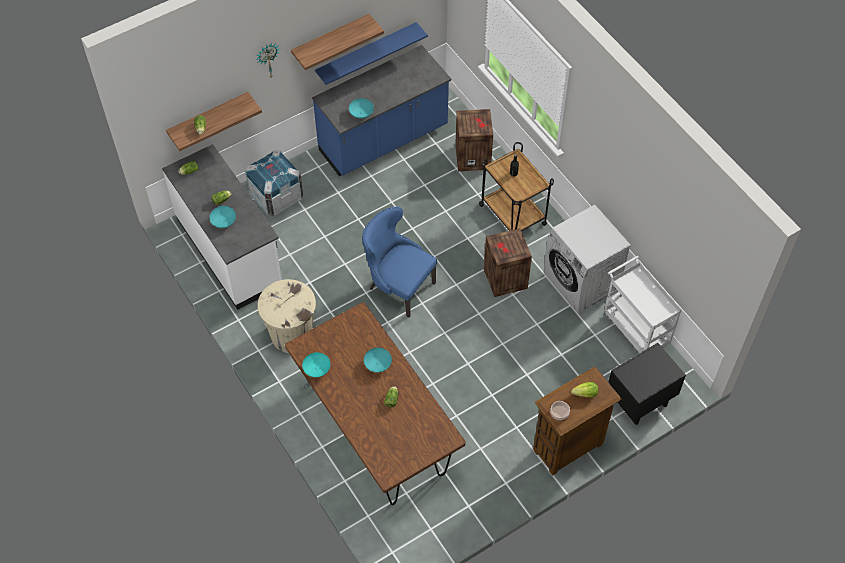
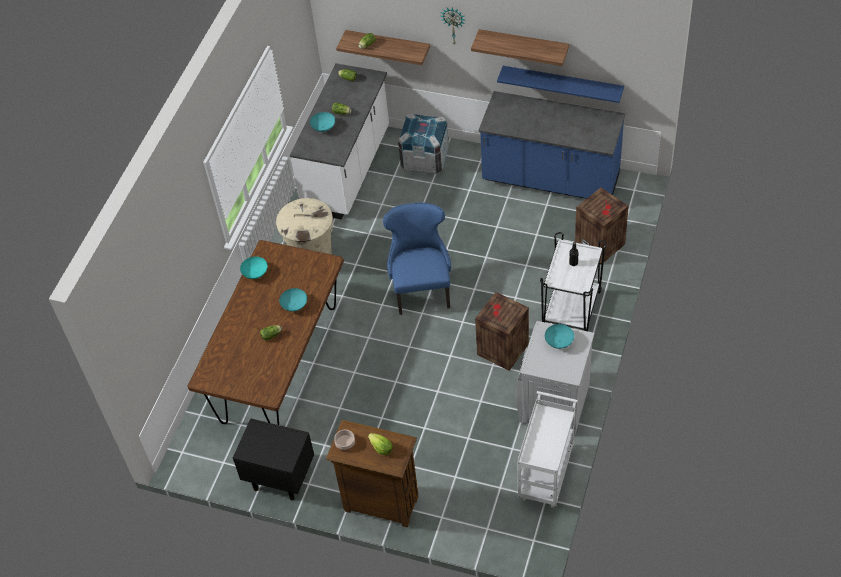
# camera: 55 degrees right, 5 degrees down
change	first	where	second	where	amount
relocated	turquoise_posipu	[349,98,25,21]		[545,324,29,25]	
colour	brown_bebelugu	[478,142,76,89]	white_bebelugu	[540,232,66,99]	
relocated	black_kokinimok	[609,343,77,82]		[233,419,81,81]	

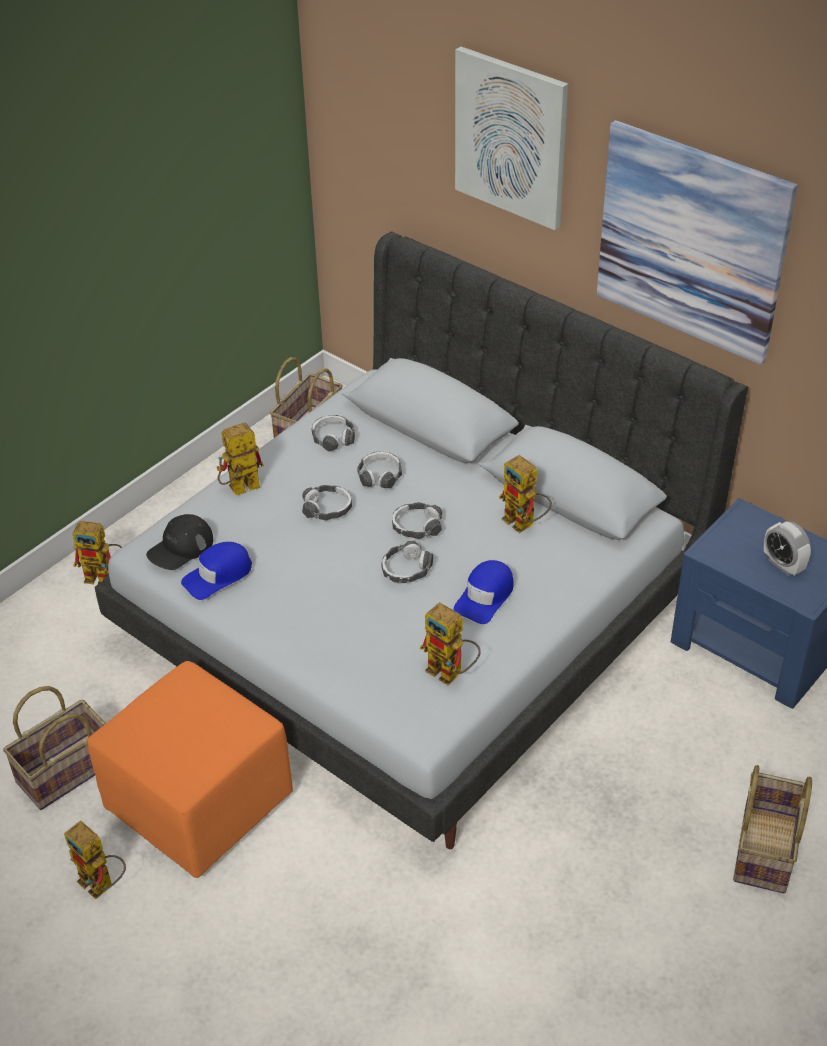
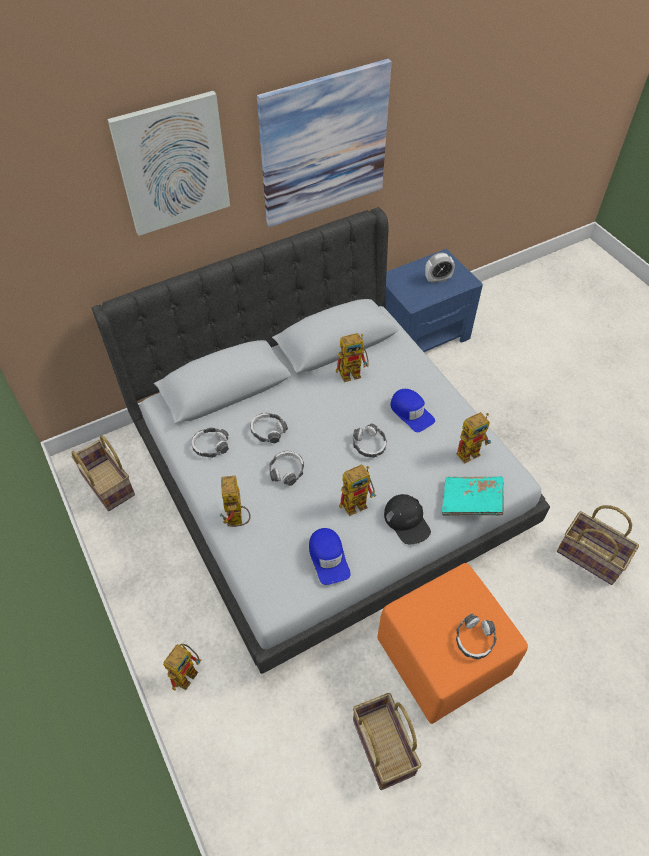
# camera: 70 degrees left, 10 degrees up
change	first	where	second	where	amount
relocated	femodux	[64,821,62,78]		[339,464,37,52]	
relocated	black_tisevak	[146,514,67,56]		[384,494,47,50]	
relocated	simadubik	[392,502,50,37]		[456,613,40,46]	
relocated	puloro	[733,765,79,128]		[557,505,82,80]	
appeared			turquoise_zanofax	[442,476,62,40]	

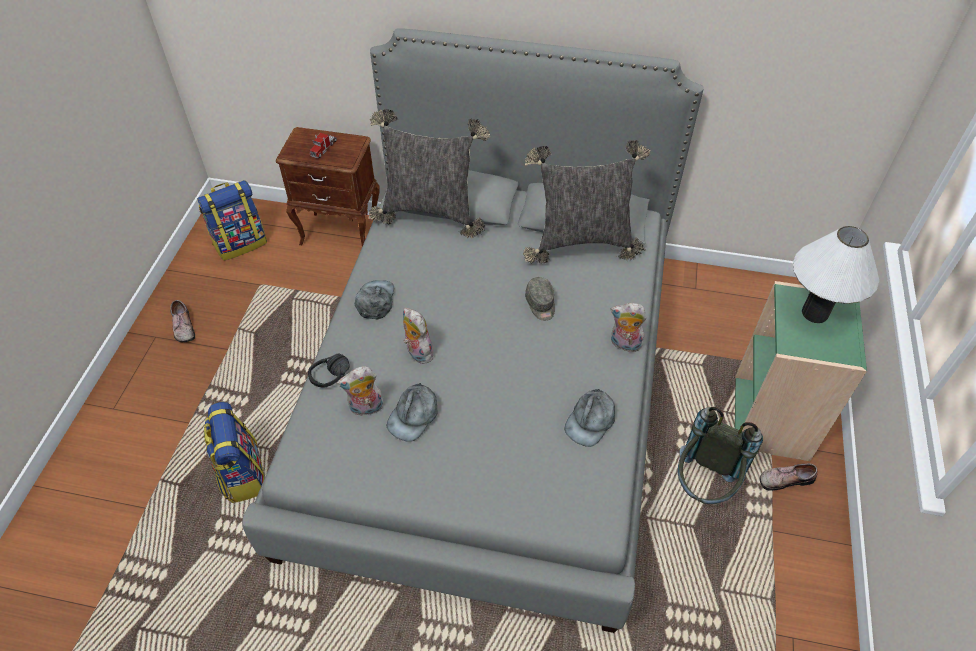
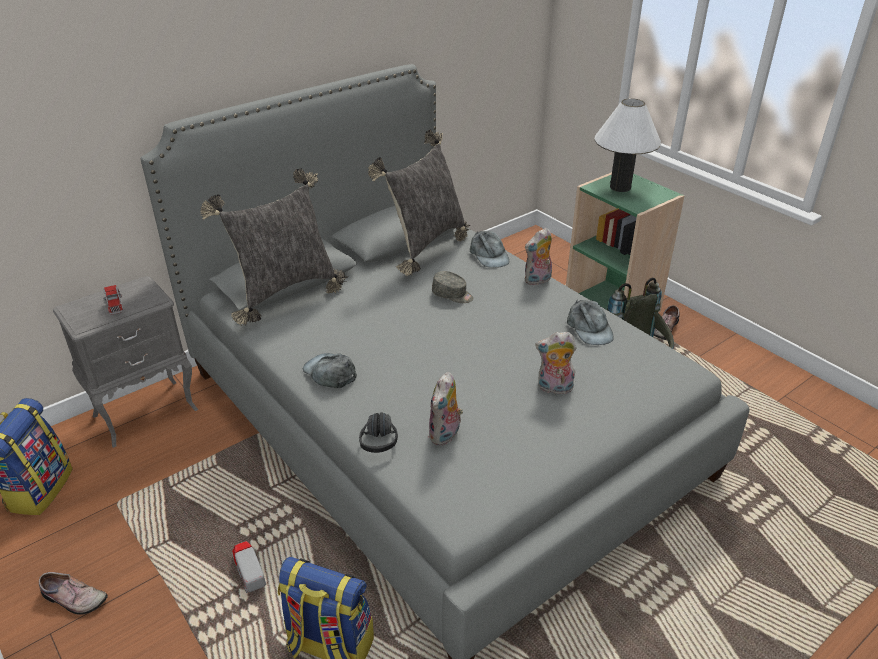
# camera: 50 degrees left, 15 degrees down
change	first	where	second	where	amount
colour	brown_kokinimok	[276,127,104,119]	grey_kokinimok	[53,276,145,172]	
relocated	grey_tisevak	[387,383,50,59]		[470,231,39,37]	
relocated	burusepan	[403,308,31,56]		[535,332,42,62]	
appeared			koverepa	[232,541,34,52]	

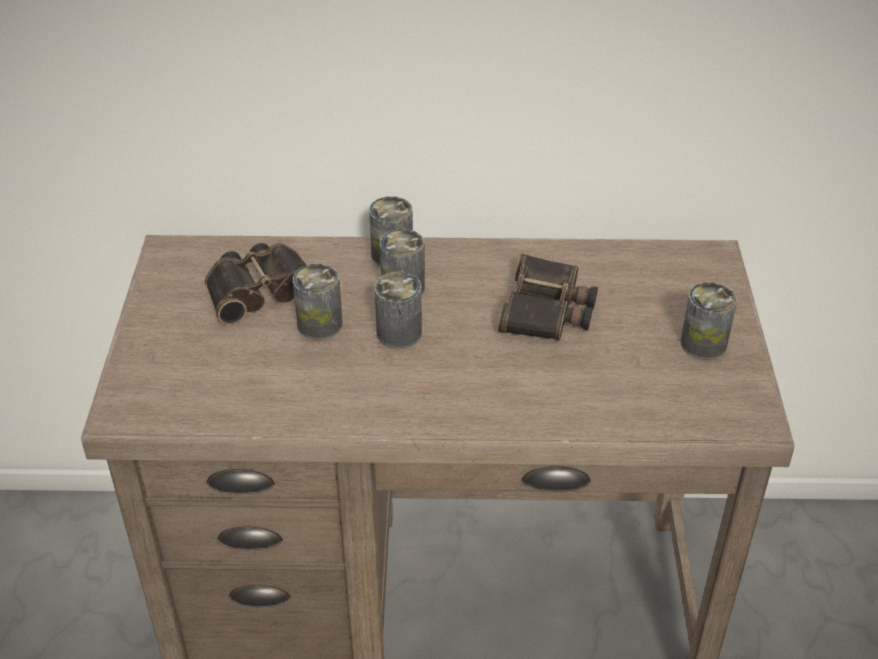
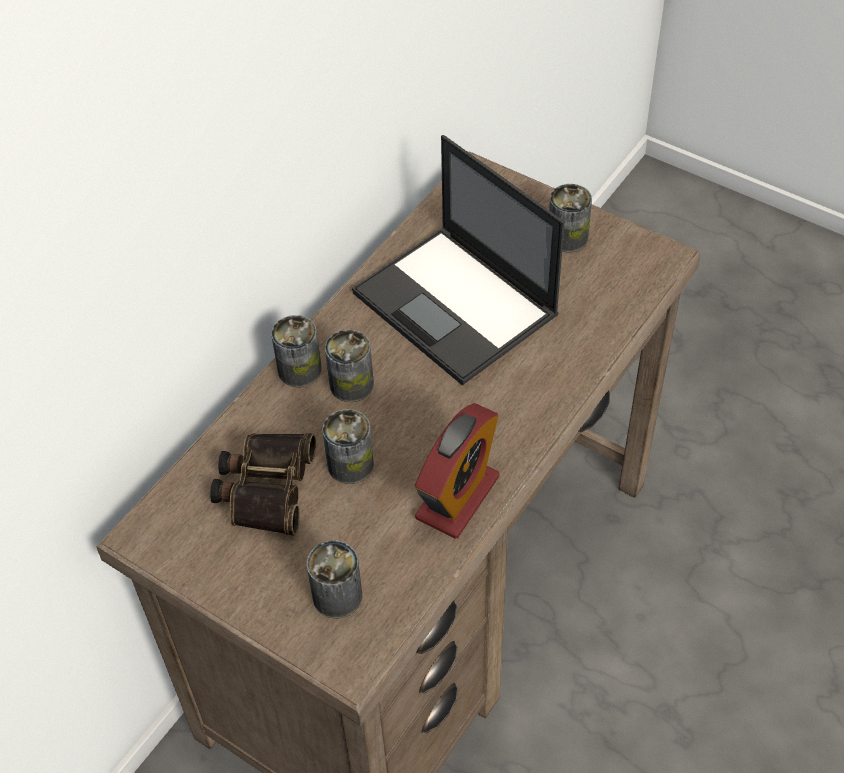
# camera: 55 degrees left, 10 degrees up
change	first	where	second	where	amount
relocated	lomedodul	[374,272,48,76]		[307,540,55,78]	
exchanged	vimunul	[498,253,100,88]	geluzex	[352,135,213,250]	
appeared			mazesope	[415,403,84,136]	

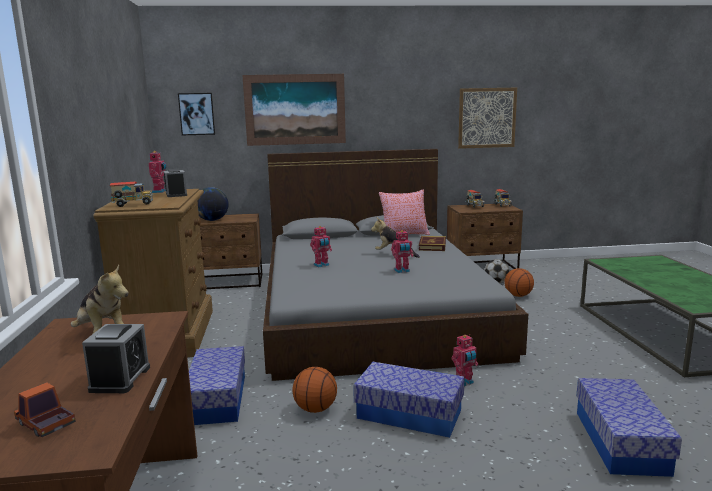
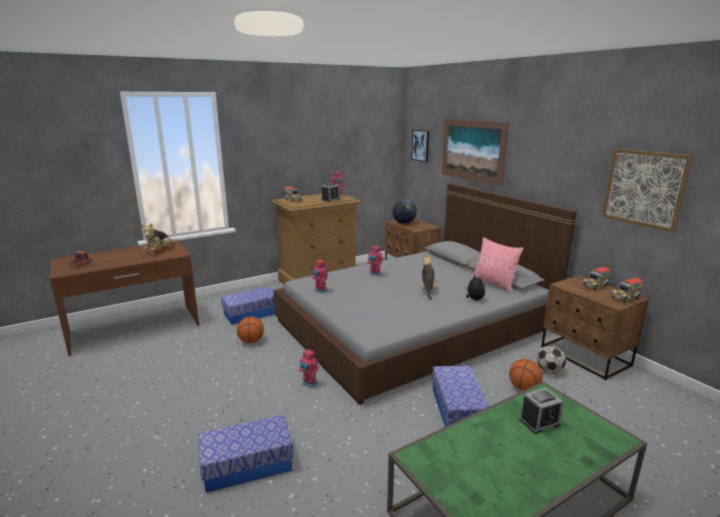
# camera: 65 degrees right, 5 degrees up
change	first	where	second	where	amount
relocated	mazesope	[82,324,68,69]		[519,388,44,46]	
relocated	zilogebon	[353,362,112,76]		[432,365,57,62]	
relocated	femodux	[391,230,22,43]		[312,259,16,34]	
exchanged	zanofax	[419,236,27,15]	burusepan	[466,274,19,26]	

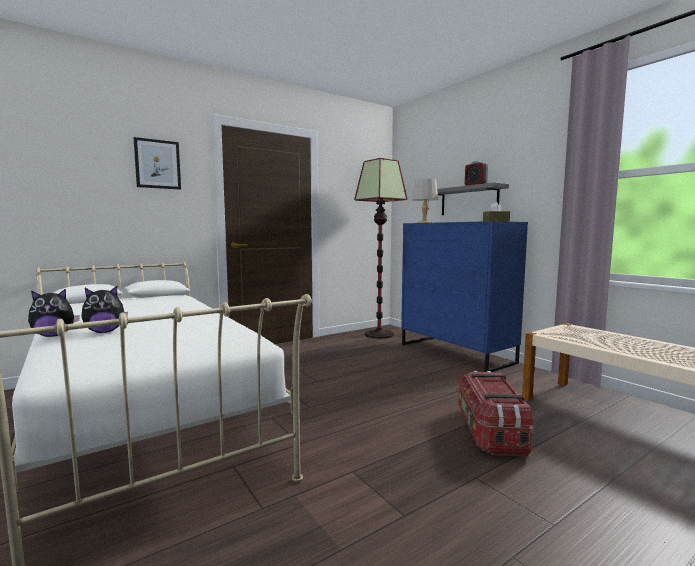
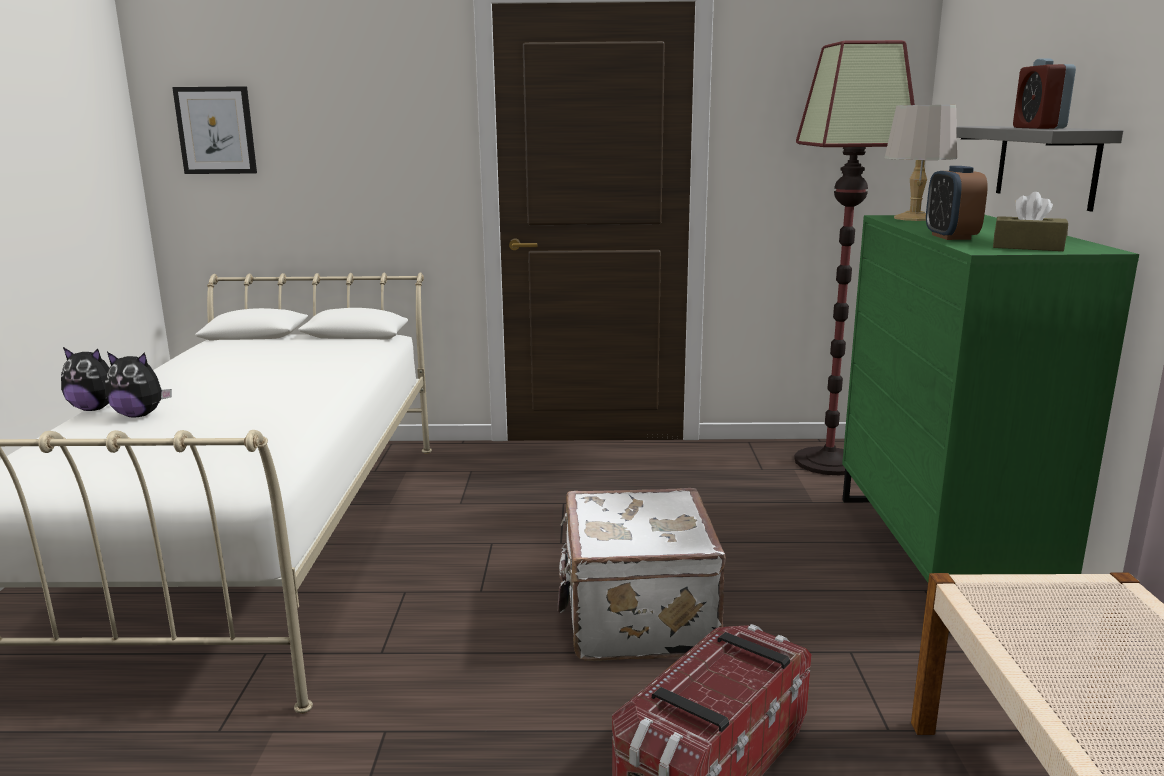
# camera: 35 degrees right, 10 degrees up
change	first	where	second	where	amount
relocated	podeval	[134,137,47,53]		[172,86,85,88]	
colour	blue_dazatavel	[401,221,127,151]	green_dazatavel	[842,215,297,415]	
appeared			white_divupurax	[558,488,168,173]	
appeared			mazesope	[926,166,62,74]	

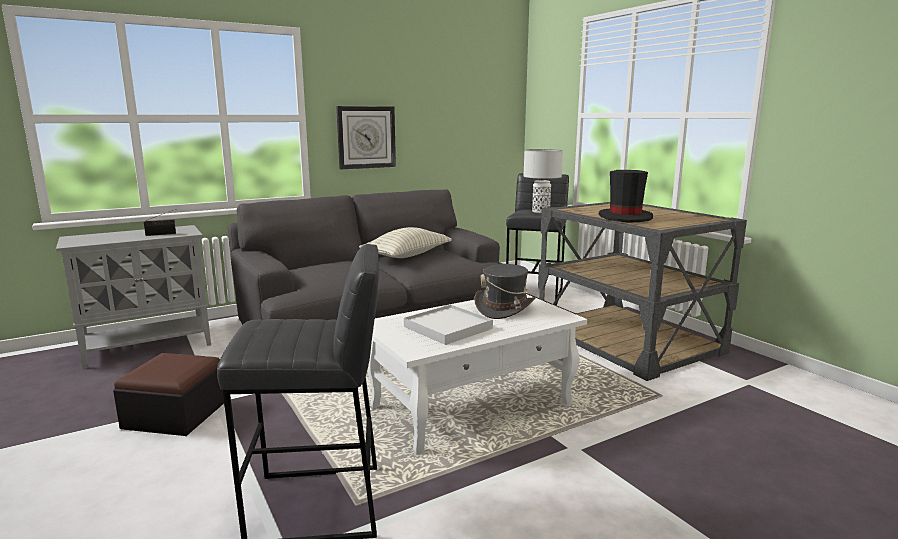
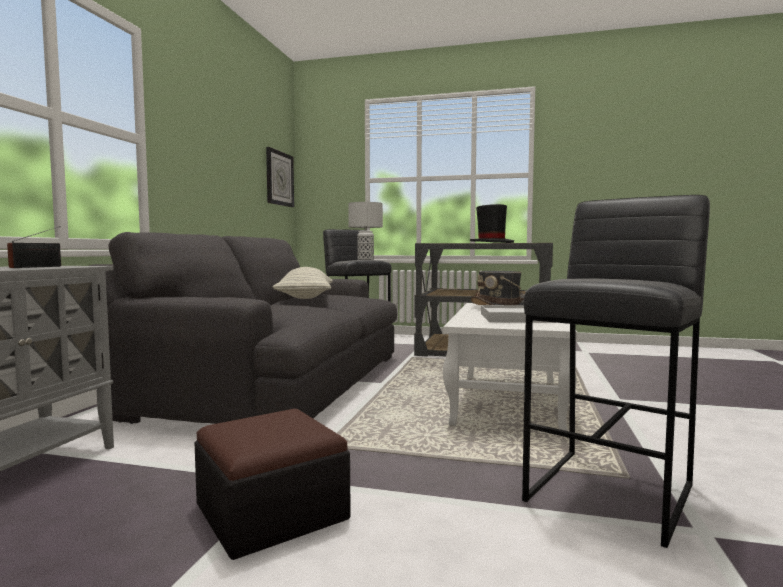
# camera: 45 degrees left, 10 degrees down
change	first	where	second	where	amount
relocated	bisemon	[336,106,60,63]		[266,147,28,60]	

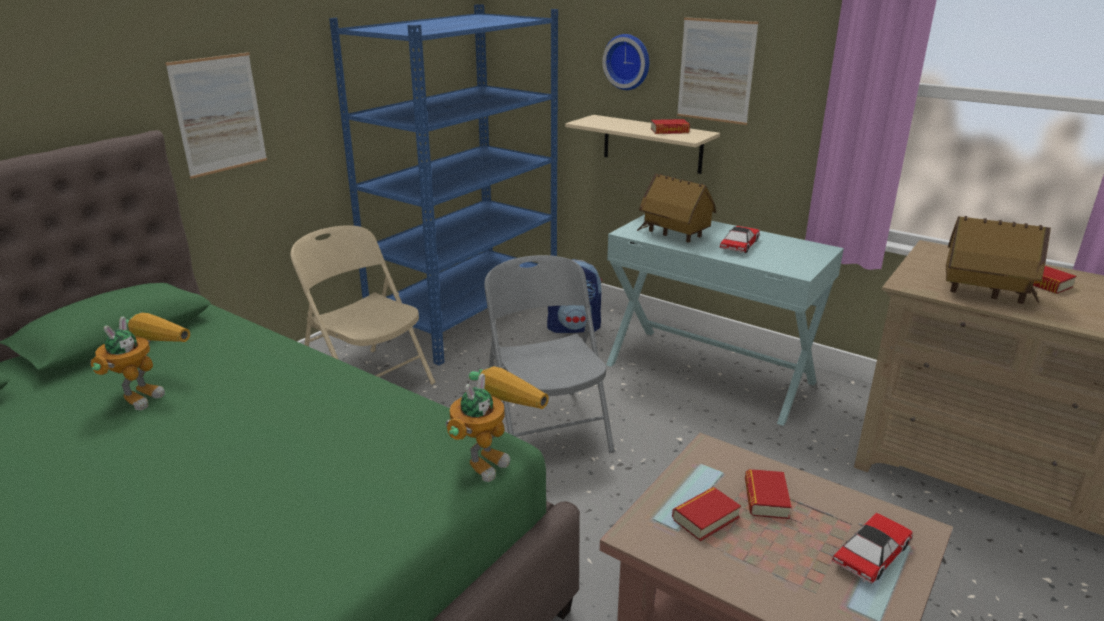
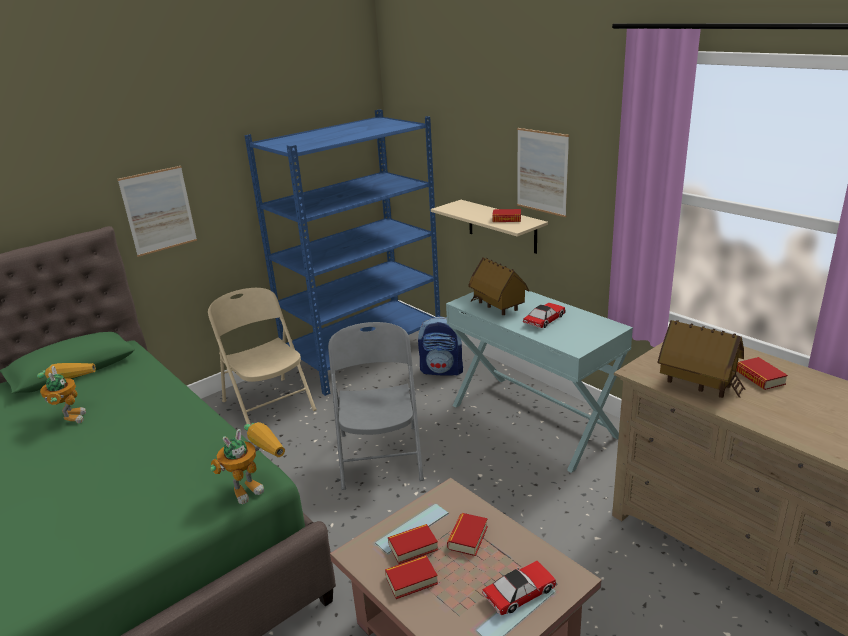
# camera: 15 degrees right, 0 degrees up
change	first	where	second	where	amount
spun	femodux	[90,313,100,97]		[37,363,59,60]	45 degrees counterclockwise
missing	bisemon	[602,34,47,56]			
appeared			zanofax	[385,555,53,44]	

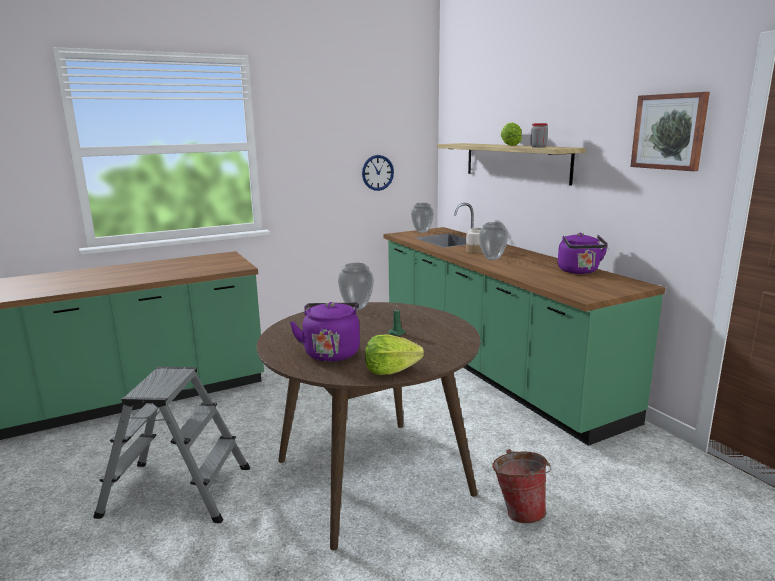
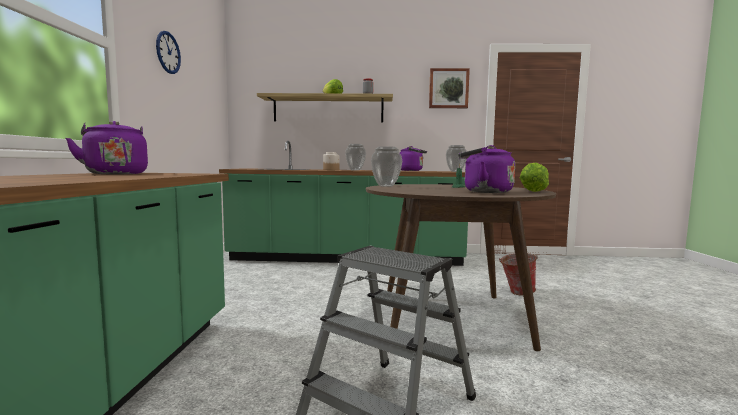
# camera: 60 degrees left, 10 degrees down
change	first	where	second	where	amount
relocated	bisemon	[362,155,32,36]		[156,31,25,43]	
relocated	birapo	[411,203,23,30]		[446,145,21,27]	
appeared			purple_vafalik	[66,121,82,53]	

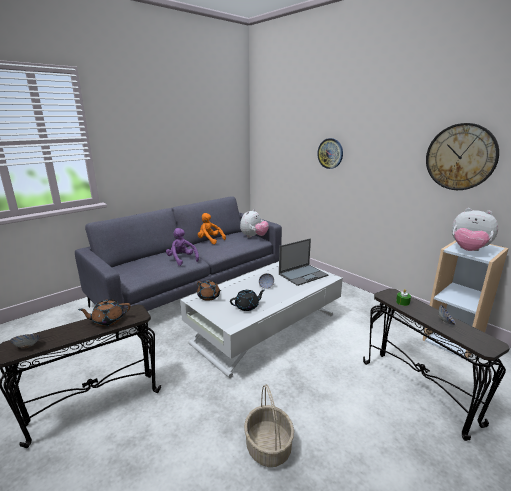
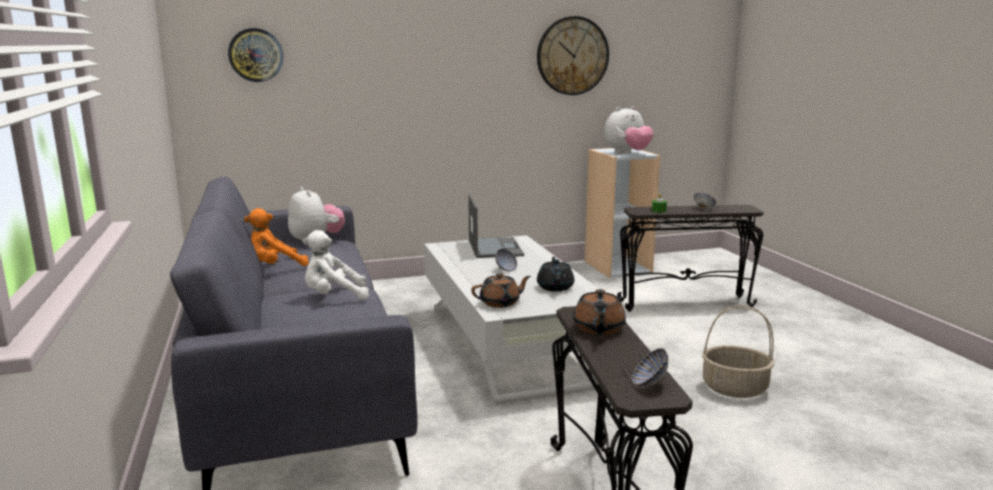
# camera: 65 degrees left, 5 degrees down
change	first	where	second	where	amount
colour	purple_burusepan	[166,228,33,38]	white_burusepan	[303,230,66,70]	
relocated	bisemon	[317,138,26,31]		[228,28,55,54]	

